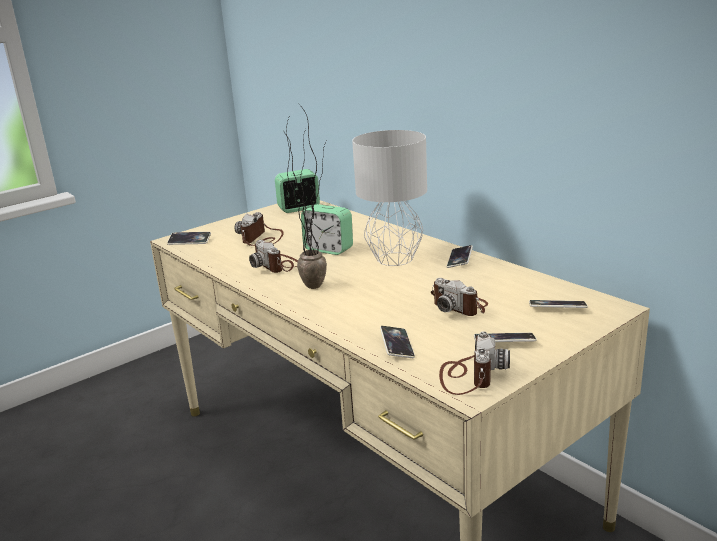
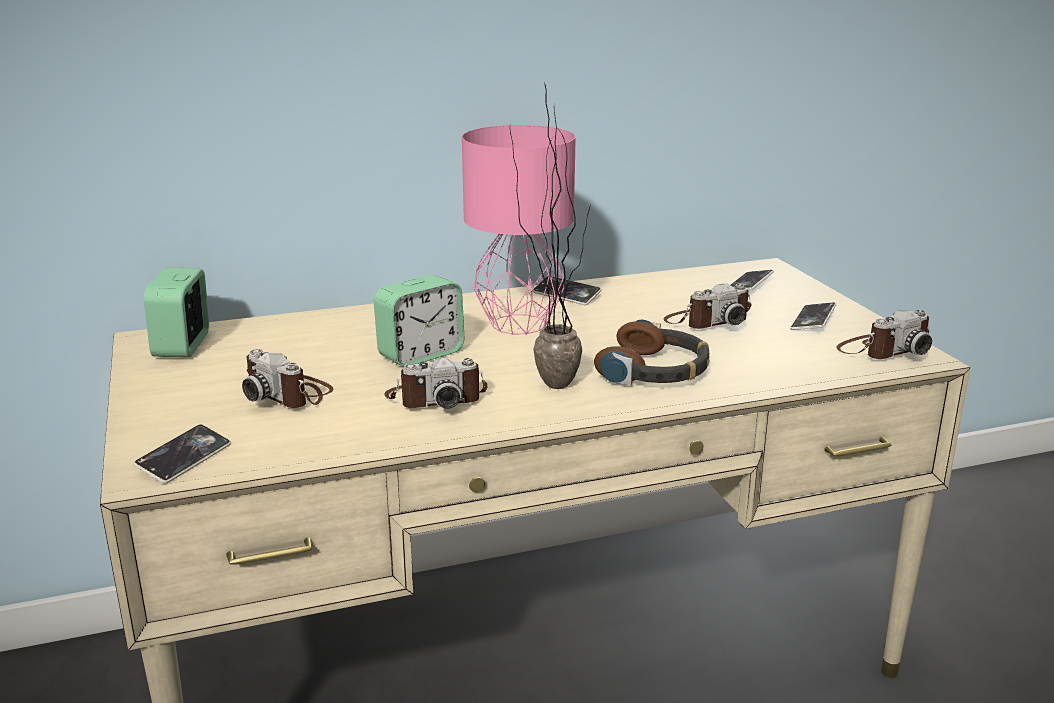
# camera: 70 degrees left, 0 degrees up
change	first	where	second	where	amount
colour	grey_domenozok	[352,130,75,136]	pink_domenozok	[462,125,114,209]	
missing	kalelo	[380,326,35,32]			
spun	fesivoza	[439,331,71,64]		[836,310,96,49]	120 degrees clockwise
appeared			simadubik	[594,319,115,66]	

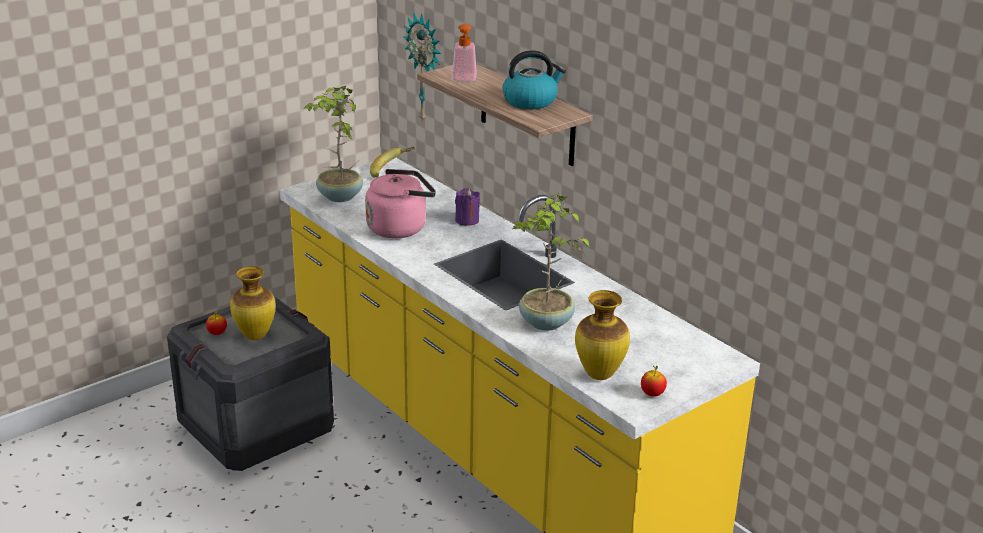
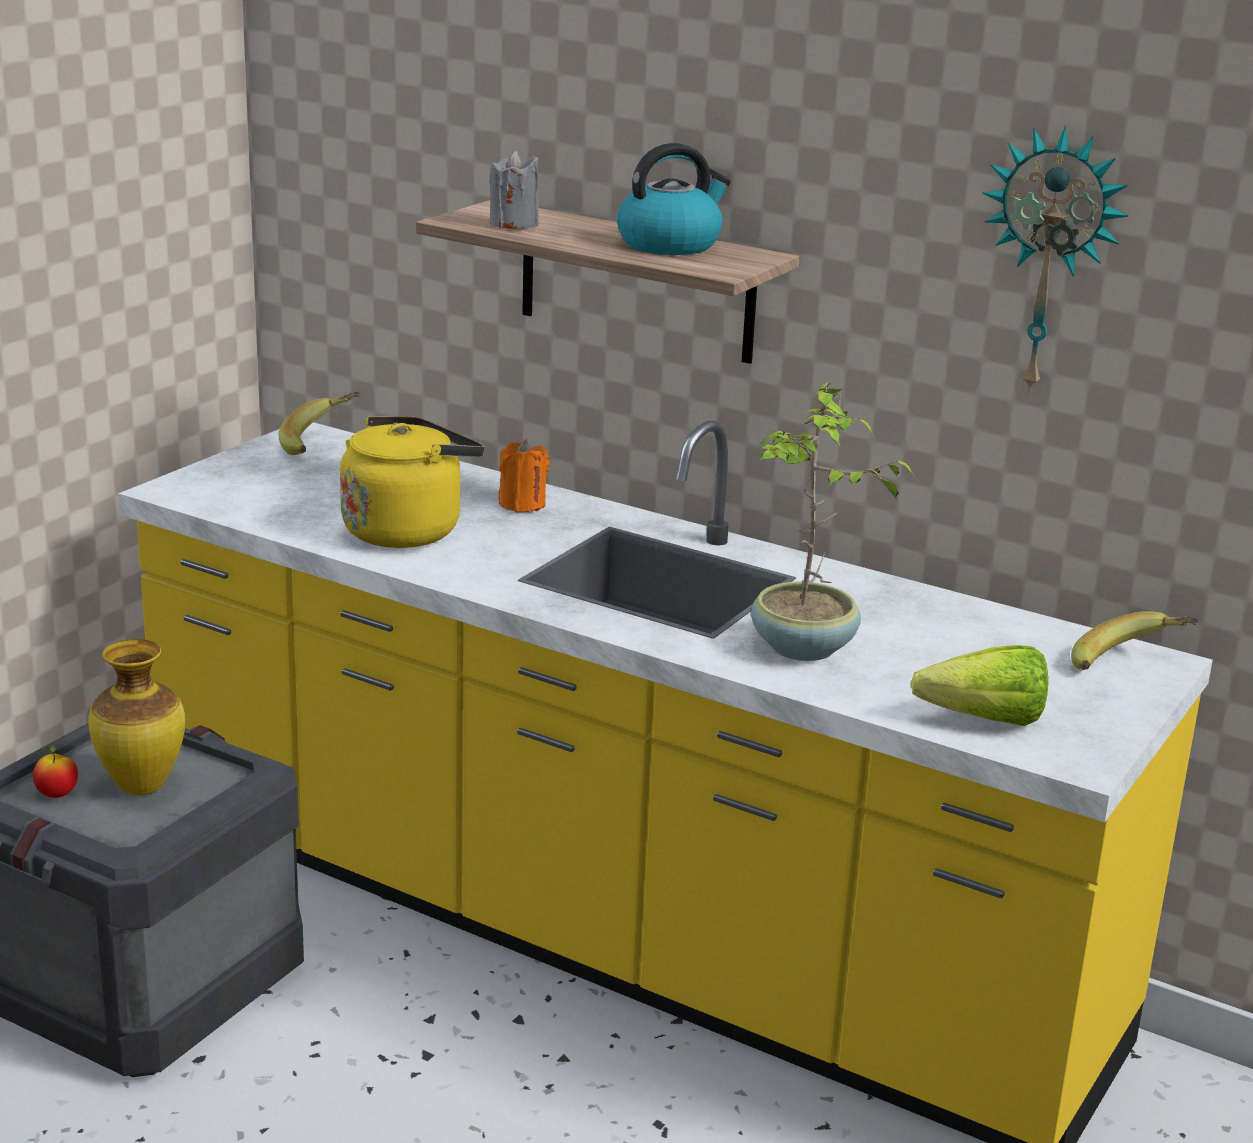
# camera: 20 degrees left, 5 degrees down
change	first	where	second	where	amount
missing	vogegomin	[304,86,59,116]			
colour	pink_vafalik	[365,169,71,70]	yellow_vafalik	[340,416,144,132]	
relocated	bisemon	[404,13,37,110]		[983,126,146,268]	
exchanged	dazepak	[452,24,25,57]	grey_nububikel	[489,150,50,79]	
colour	purple_nububikel	[455,188,25,38]	orange_nububikel	[499,440,50,72]	
exchanged	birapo	[575,290,55,90]	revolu	[911,645,137,81]	
missing	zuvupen	[641,365,26,32]			
appeared			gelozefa	[1071,611,128,59]	

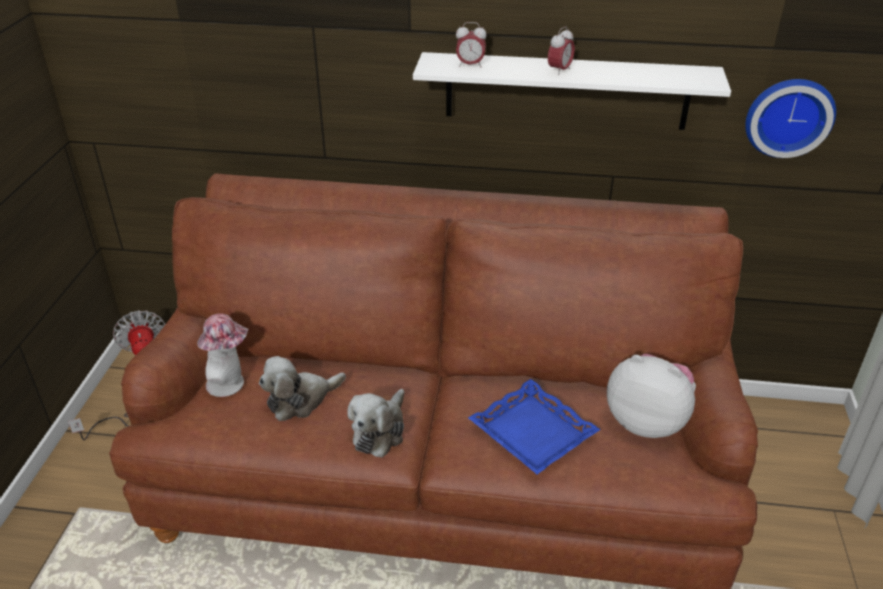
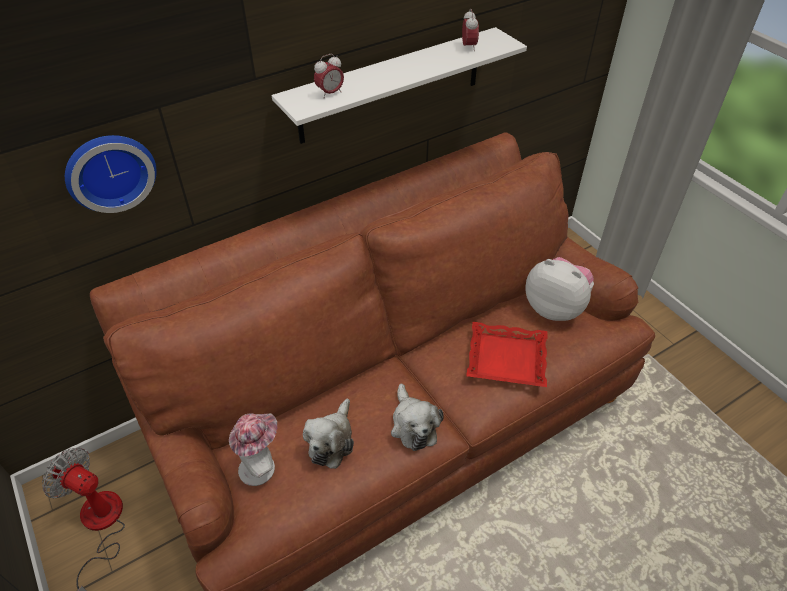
# camera: 40 degrees left, 10 degrees up
change	first	where	second	where	amount
colour	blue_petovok	[468,379,133,95]	red_petovok	[466,322,82,65]	
relocated	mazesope	[548,26,27,50]		[462,9,17,42]	
spun	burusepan	[607,354,89,84]		[525,257,69,64]	45 degrees clockwise
relocated	bisemon	[745,79,91,79]		[65,135,92,78]	

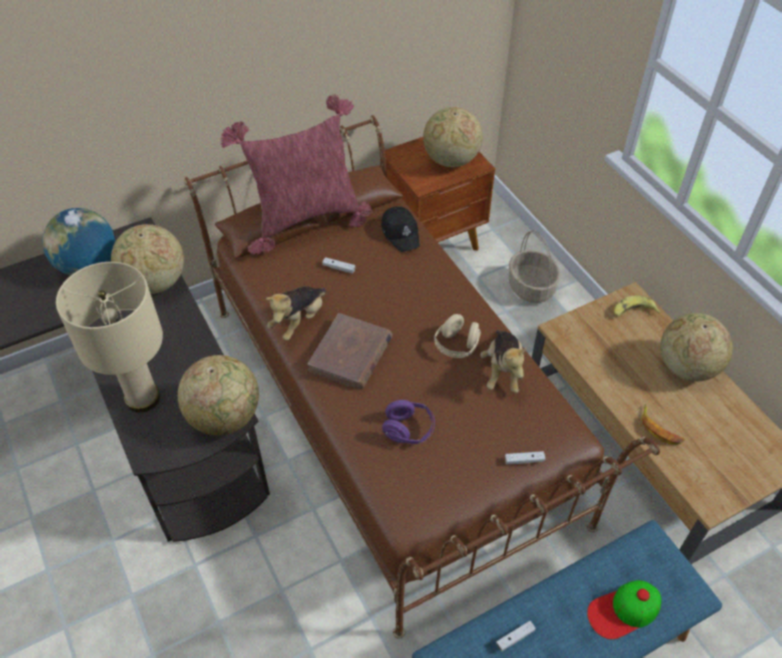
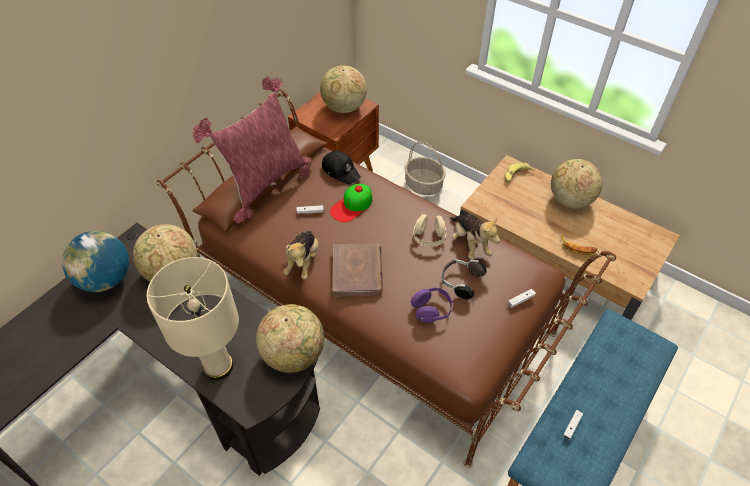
# camera: 25 degrees left, 0 degrees up
change	first	where	second	where	amount
relocated	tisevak	[587,580,74,59]		[330,184,42,38]	
appeared			simadubik	[442,259,44,41]	

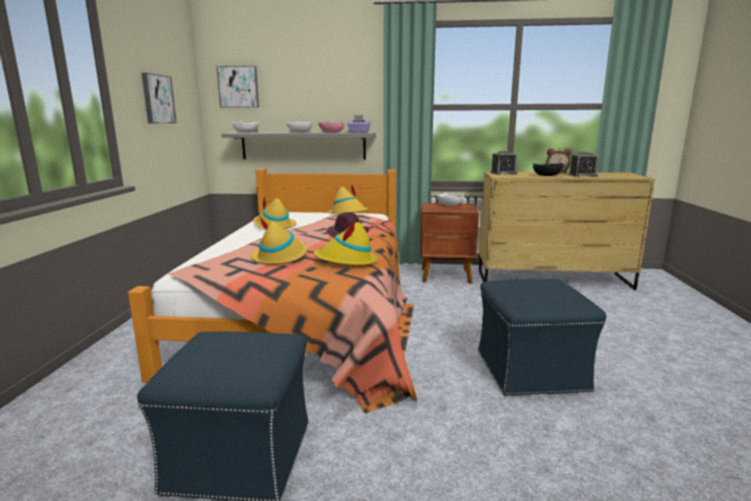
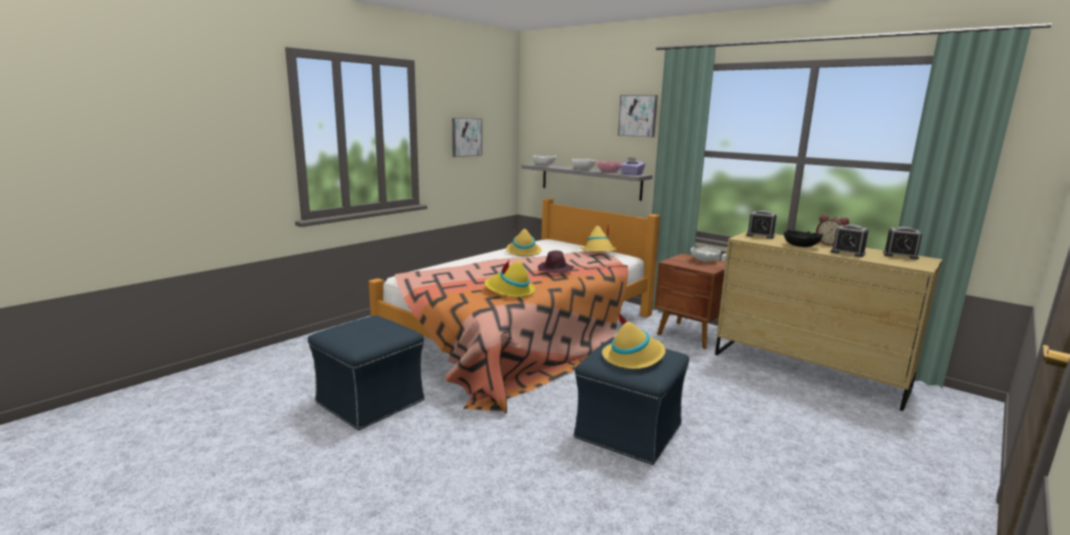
# camera: 35 degrees right, 0 degrees up
change	first	where	second	where	amount
relocated	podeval	[216,66,43,42]		[618,95,40,42]	
relocated	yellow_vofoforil	[250,216,57,49]		[602,311,64,58]	
appeared			mazesope	[883,227,39,33]	

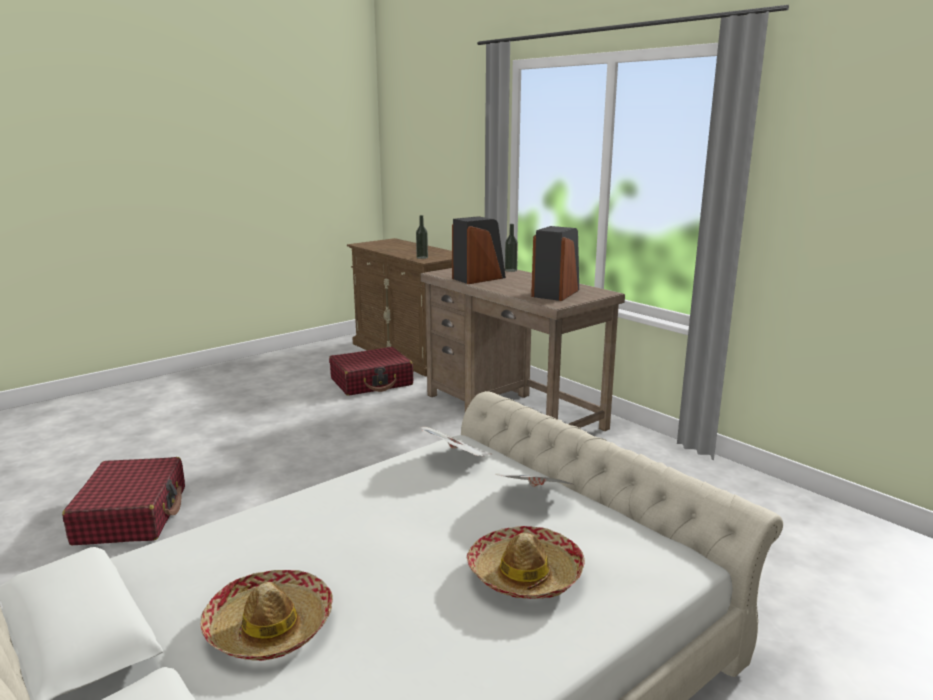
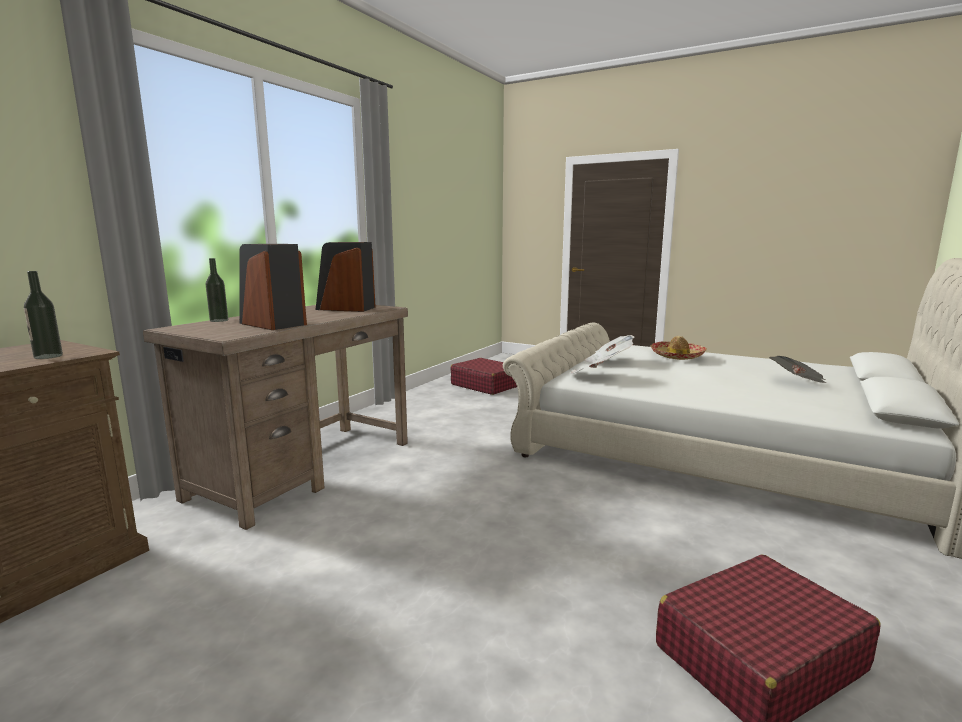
# camera: 110 degrees left, 5 degrees down
change	first	where	second	where	amount
exchanged	vofoforil	[200,570,133,91]	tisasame	[769,356,57,27]	
relocated	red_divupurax	[329,347,84,49]		[450,358,67,37]	

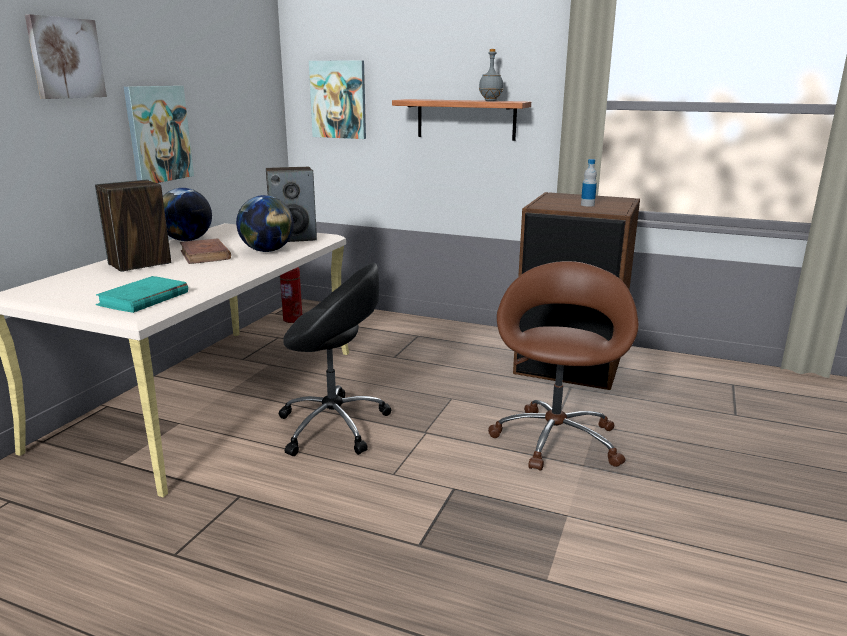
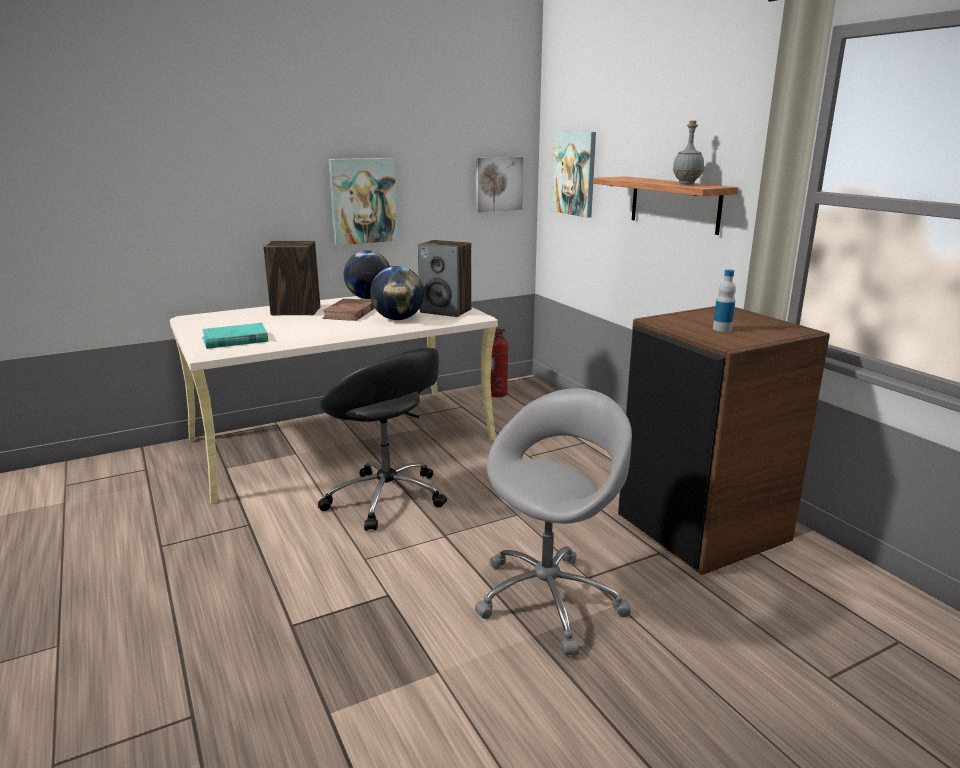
# camera: 40 degrees right, 0 degrees up
change	first	where	second	where	amount
relocated	podeval	[25,14,82,85]		[476,157,47,55]	
colour	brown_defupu	[488,261,151,210]	grey_defupu	[475,388,157,268]	

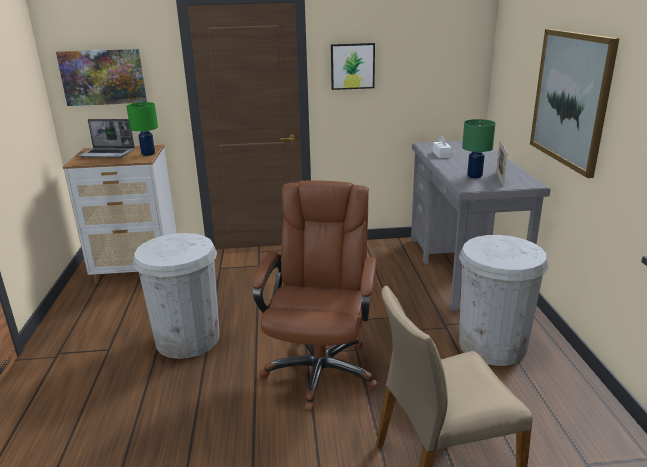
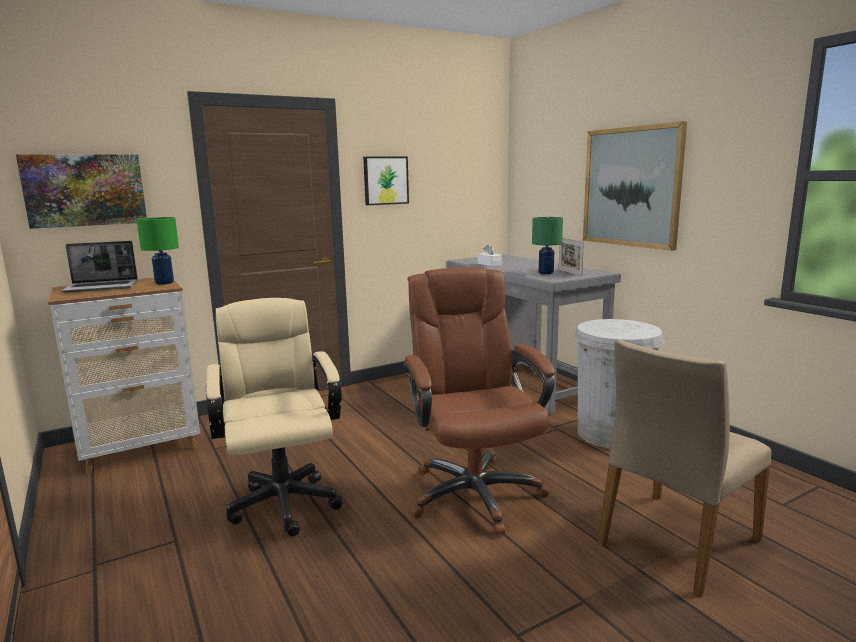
# camera: 25 degrees left, 10 degrees down
change	first	where	second	where	amount
exchanged	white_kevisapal	[133,233,87,126]	beige_defupu	[206,298,137,238]	

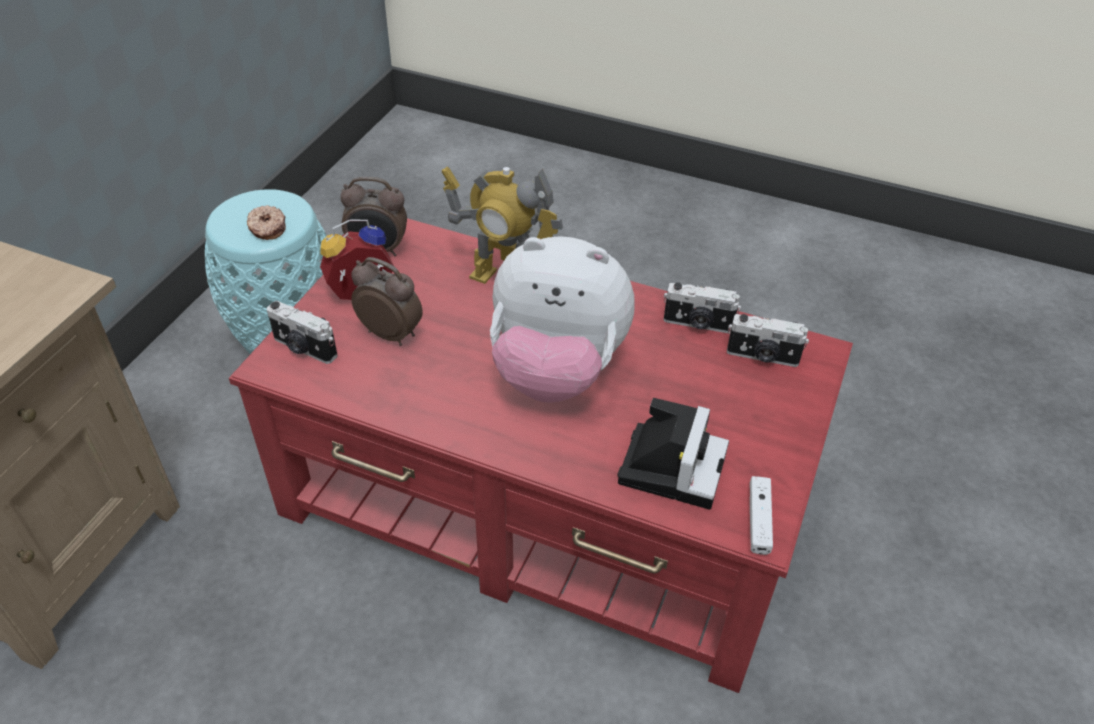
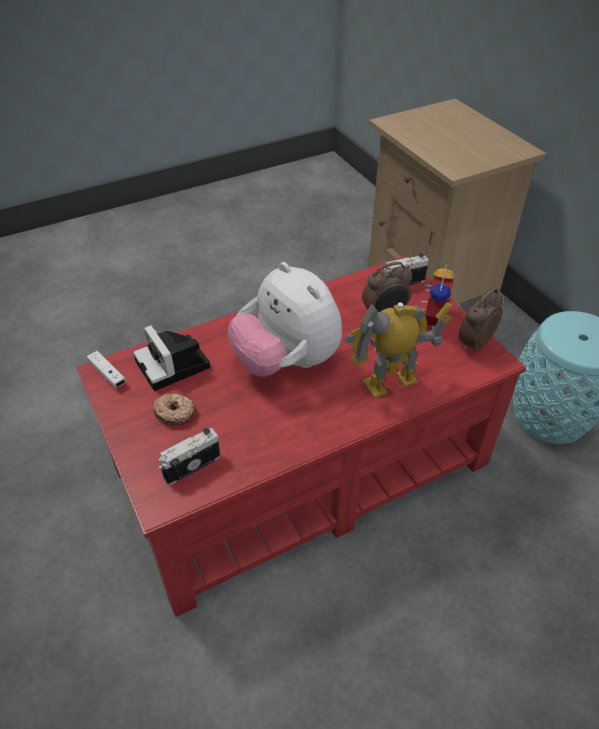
# camera: 130 degrees right, 0 degrees up
change	first	where	second	where	amount
relocated	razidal	[247,205,39,35]		[152,394,43,32]	
spun	burusepan	[490,236,145,167]		[228,262,114,115]	90 degrees counterclockwise
missing	fesivoza	[664,282,77,51]			

